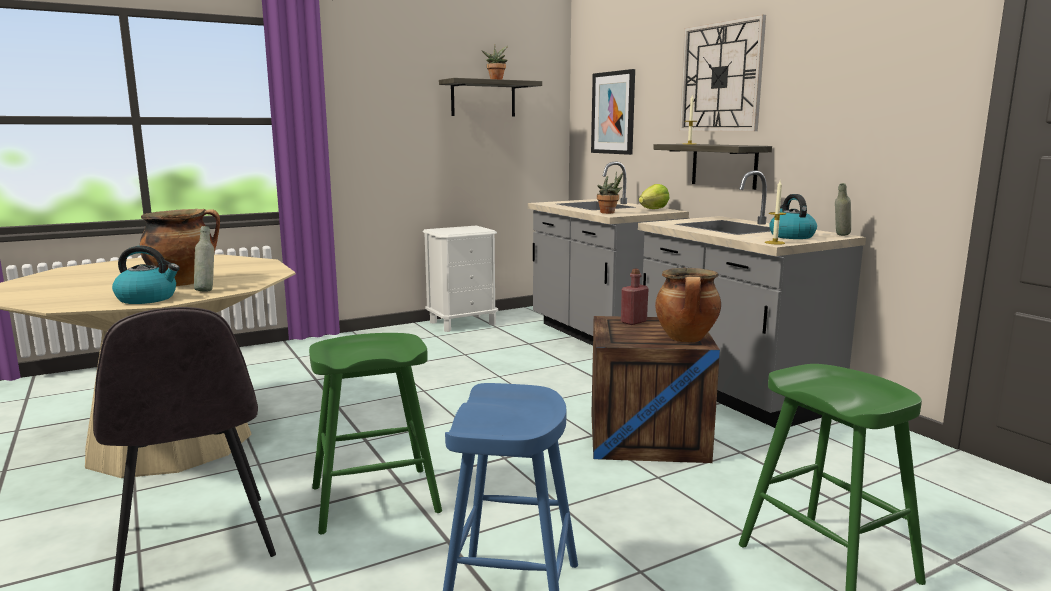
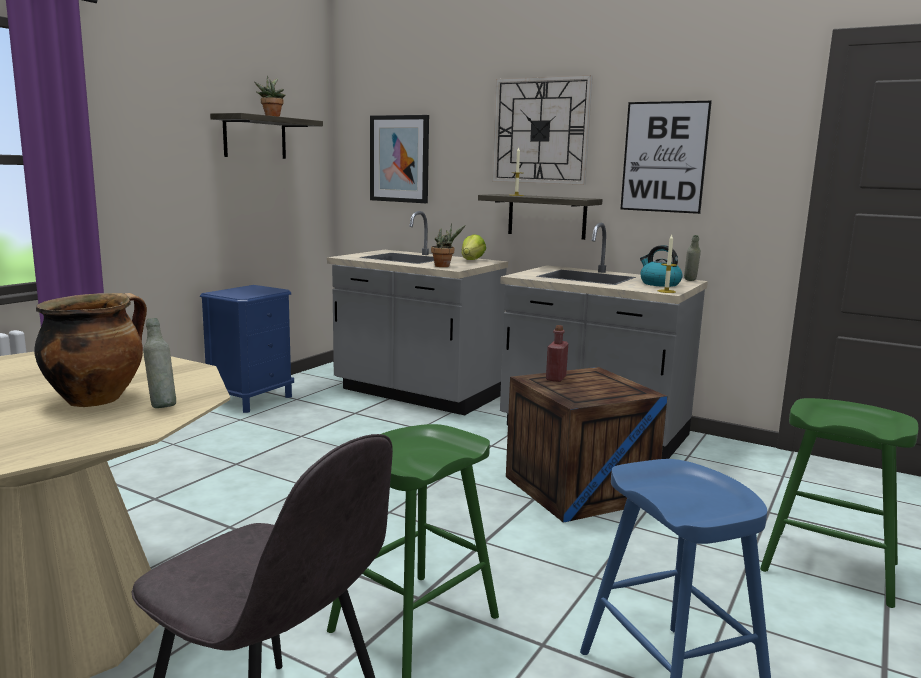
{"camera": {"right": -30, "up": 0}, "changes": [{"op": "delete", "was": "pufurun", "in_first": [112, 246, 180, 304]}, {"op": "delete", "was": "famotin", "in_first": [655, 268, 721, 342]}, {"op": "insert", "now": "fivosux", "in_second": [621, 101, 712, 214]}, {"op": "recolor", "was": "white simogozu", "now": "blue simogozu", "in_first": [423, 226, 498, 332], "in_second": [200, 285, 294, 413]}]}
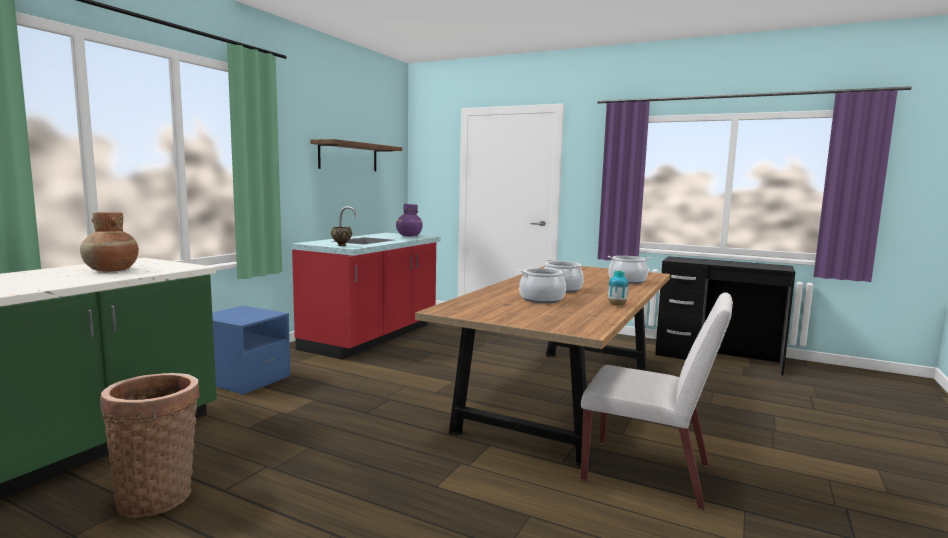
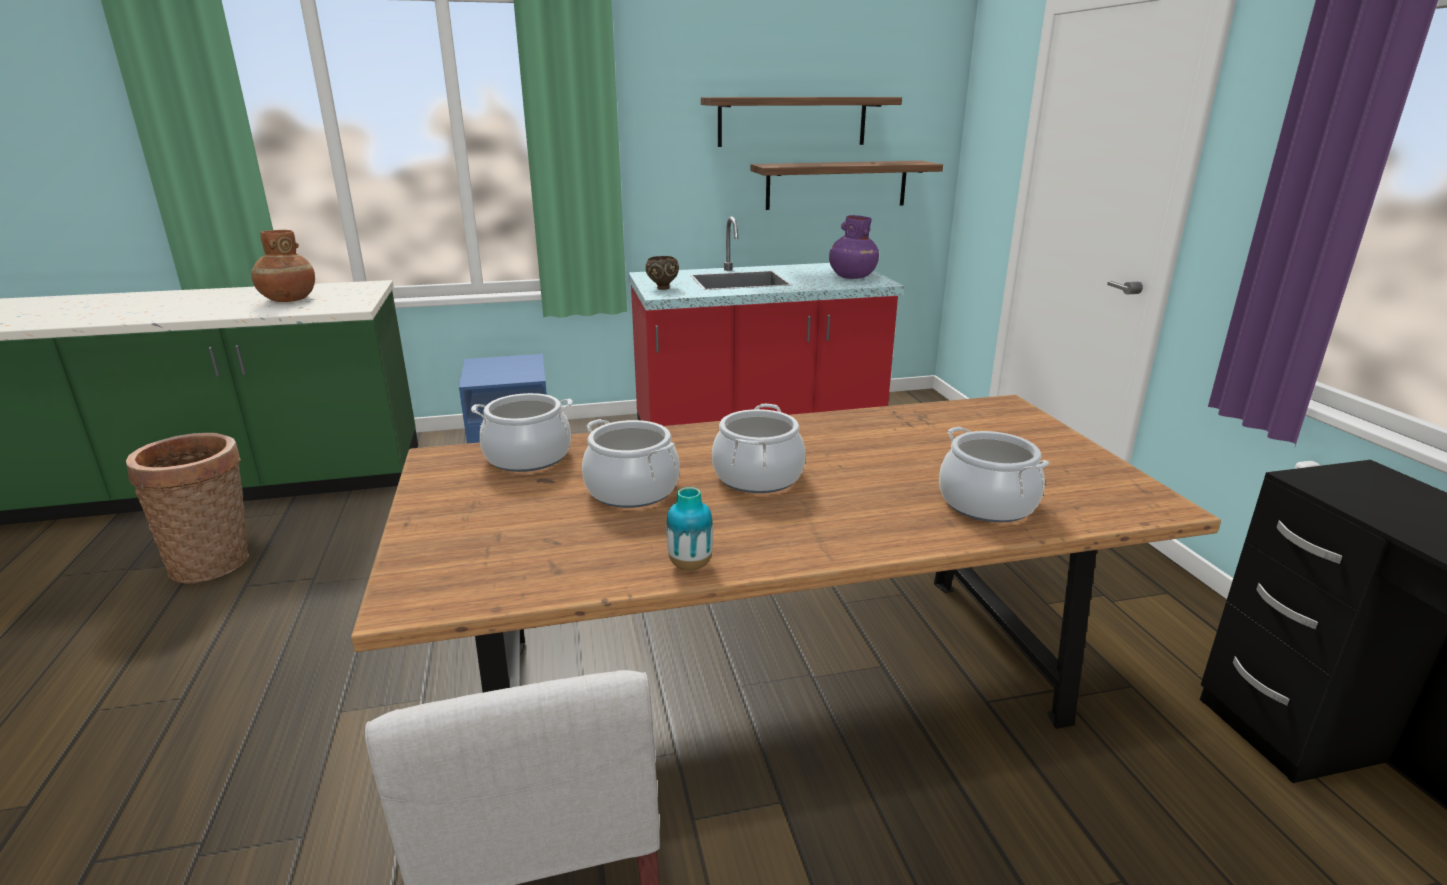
{"camera": {"right": 50, "up": 15}, "changes": [{"op": "insert", "now": "famotin", "in_second": [471, 393, 573, 472]}, {"op": "insert", "now": "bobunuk", "in_second": [751, 161, 943, 210]}]}
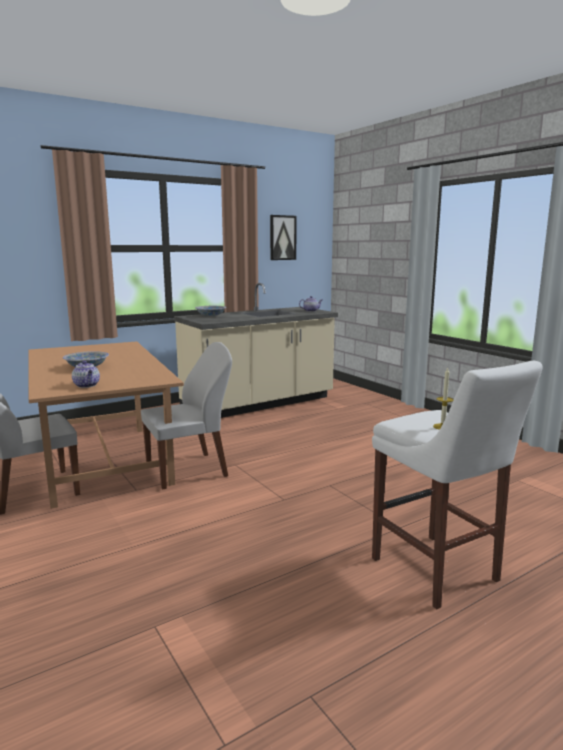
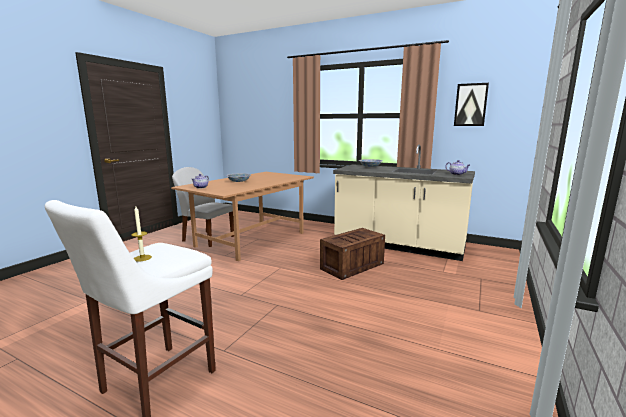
{"camera": {"right": 60, "up": 0}, "changes": [{"op": "delete", "was": "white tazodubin", "in_first": [141, 342, 232, 490]}, {"op": "insert", "now": "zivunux", "in_second": [320, 228, 385, 280]}]}
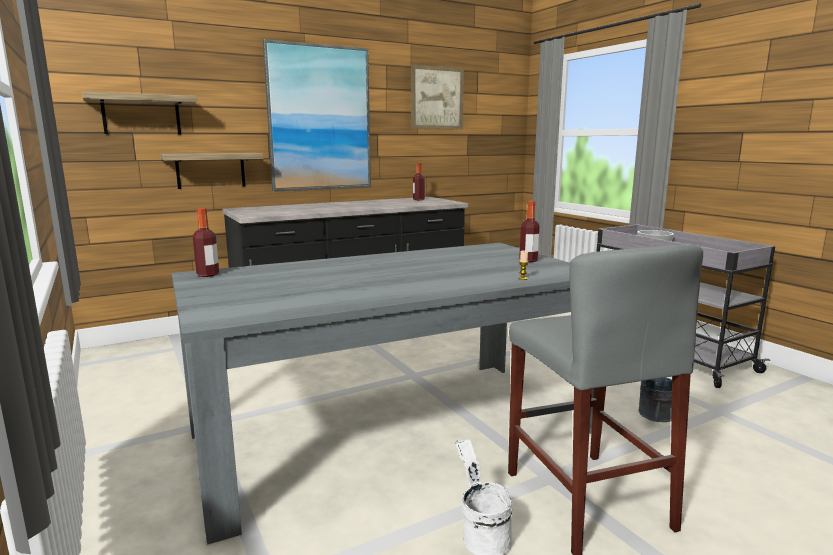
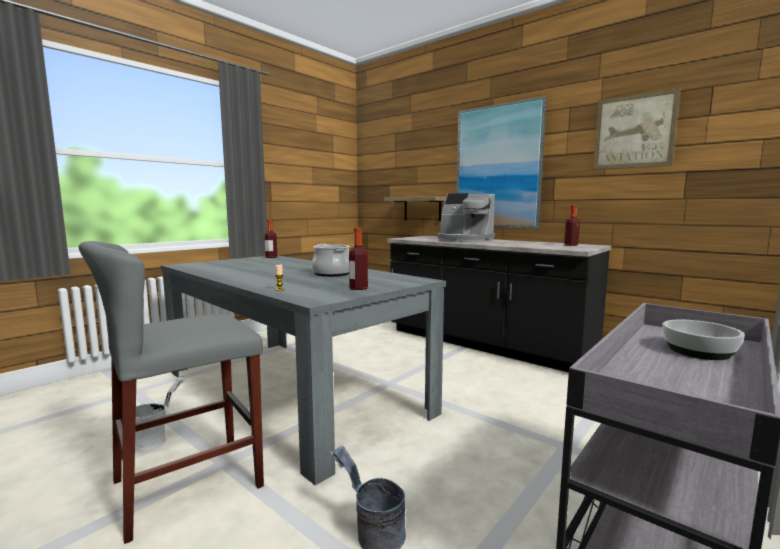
{"camera": {"right": 70, "up": -5}, "changes": [{"op": "delete", "was": "bobunuk", "in_first": [82, 92, 197, 134]}, {"op": "insert", "now": "famotin", "in_second": [311, 244, 350, 277]}, {"op": "insert", "now": "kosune", "in_second": [437, 193, 495, 243]}]}
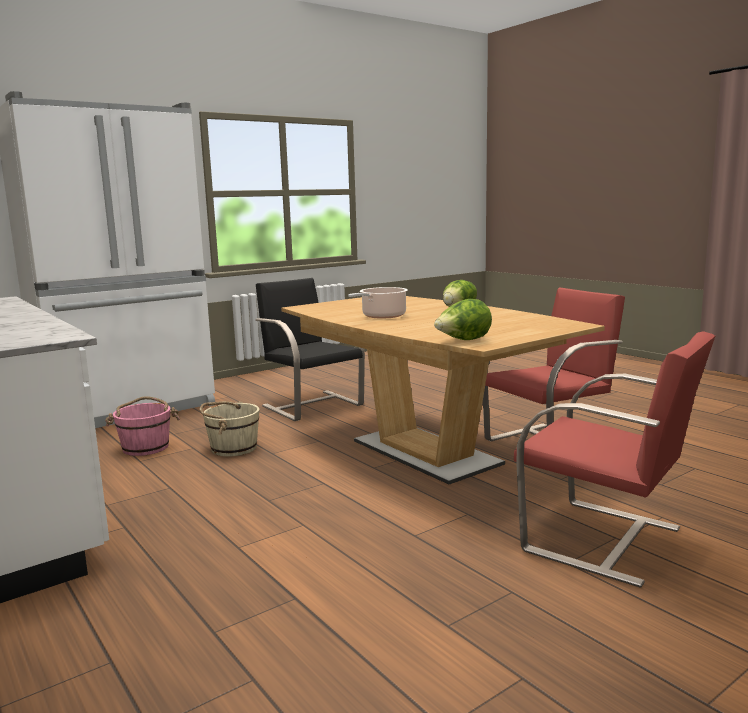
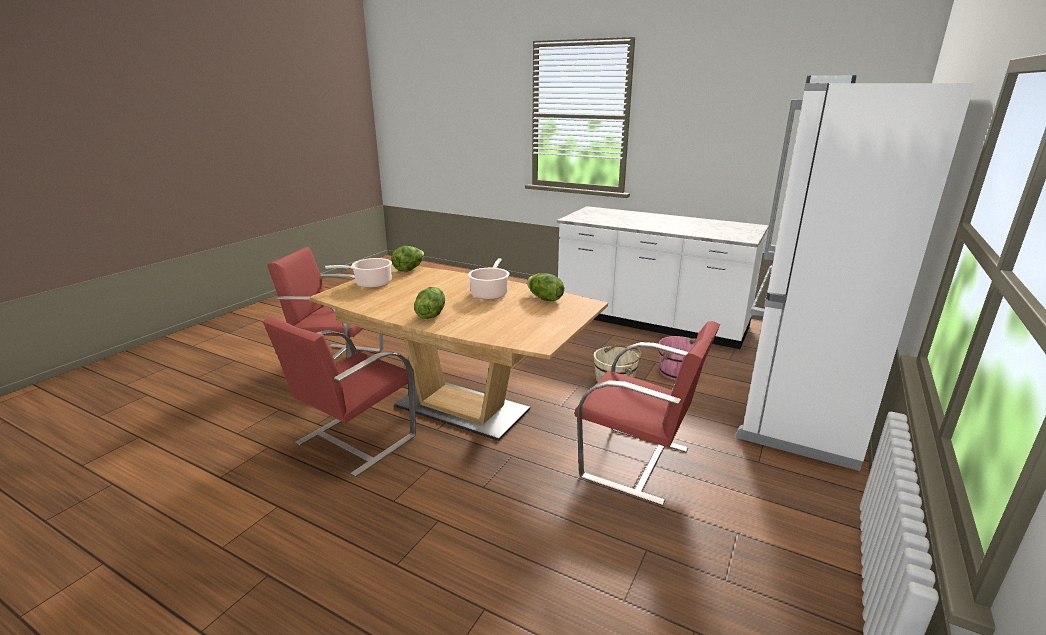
{"camera": {"right": 155, "up": 10}, "changes": [{"op": "insert", "now": "famotin", "in_second": [325, 258, 392, 288]}, {"op": "insert", "now": "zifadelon", "in_second": [527, 273, 564, 301]}, {"op": "recolor", "was": "black tazodubin", "now": "red tazodubin", "in_first": [255, 278, 365, 421], "in_second": [575, 321, 720, 506]}]}
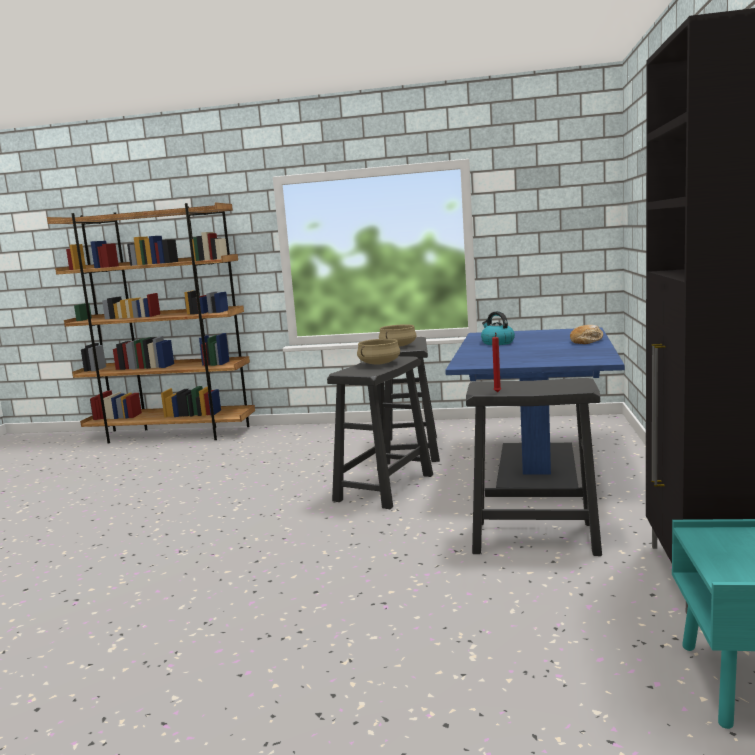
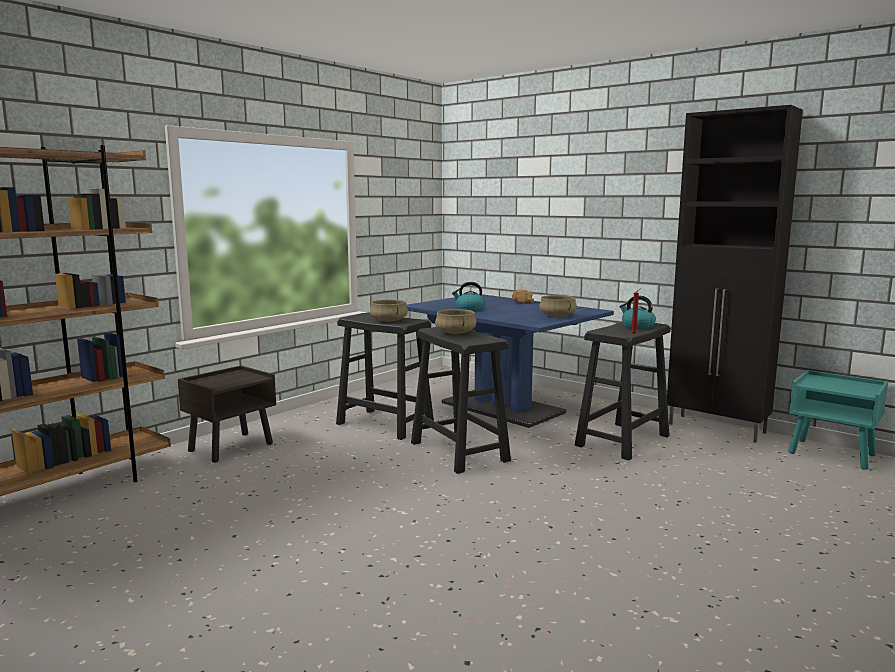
{"camera": {"right": -60, "up": 0}, "changes": [{"op": "insert", "now": "brown simogozu", "in_second": [178, 366, 276, 463]}, {"op": "insert", "now": "beige famotin", "in_second": [539, 295, 577, 317]}, {"op": "insert", "now": "pufurun", "in_second": [619, 296, 656, 329]}]}
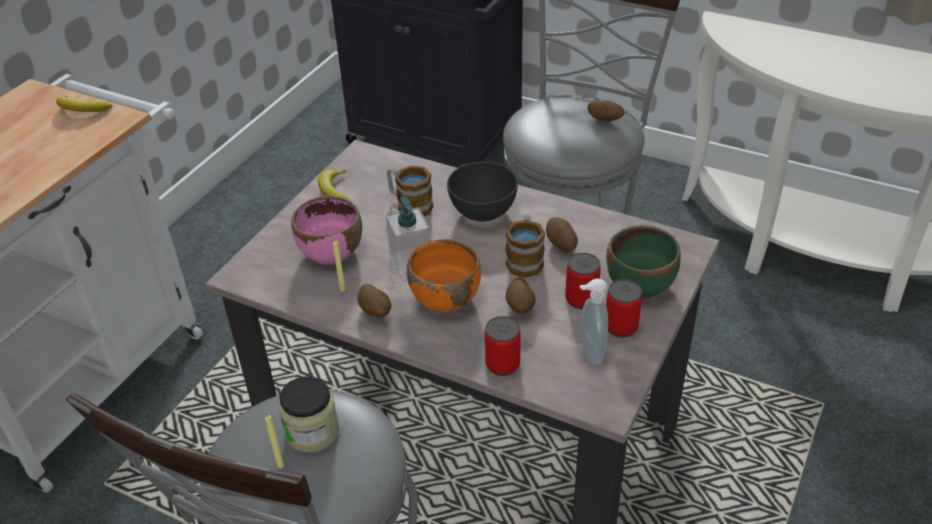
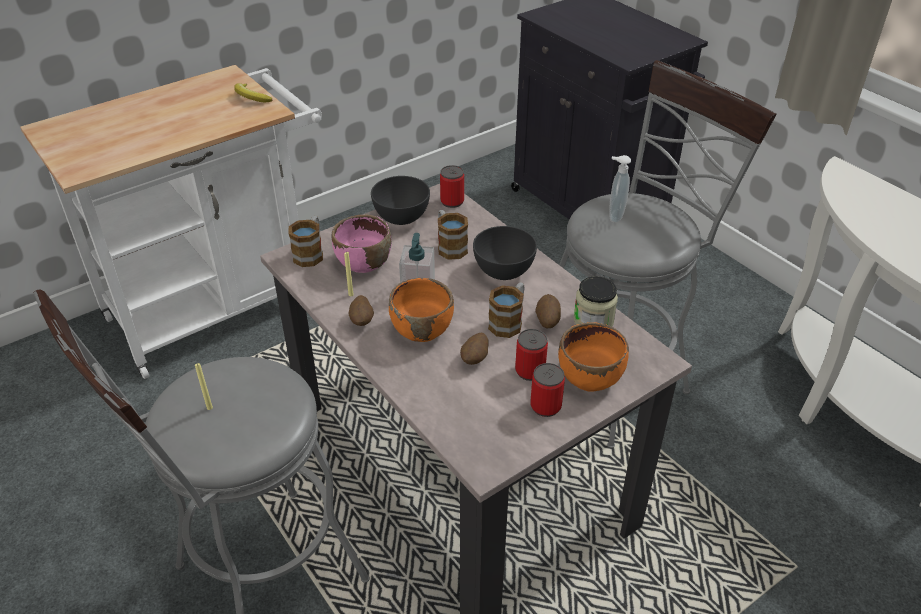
{"camera": {"right": 25, "up": 0}, "changes": [{"op": "delete", "was": "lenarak", "in_first": [588, 100, 625, 122]}, {"op": "insert", "now": "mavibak", "in_second": [288, 216, 323, 267]}, {"op": "move", "was": "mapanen", "in_first": [279, 376, 339, 453], "in_second": [573, 276, 618, 327]}, {"op": "move", "was": "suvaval", "in_first": [485, 316, 521, 376], "in_second": [440, 165, 464, 208]}, {"op": "move", "was": "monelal", "in_first": [579, 279, 608, 365], "in_second": [609, 155, 631, 223]}, {"op": "replace", "was": "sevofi", "now": "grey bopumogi", "in_first": [318, 169, 352, 202], "in_second": [371, 176, 430, 225]}, {"op": "recolor", "was": "green bopumogi", "now": "orange bopumogi", "in_first": [606, 225, 681, 298], "in_second": [558, 322, 629, 392]}]}
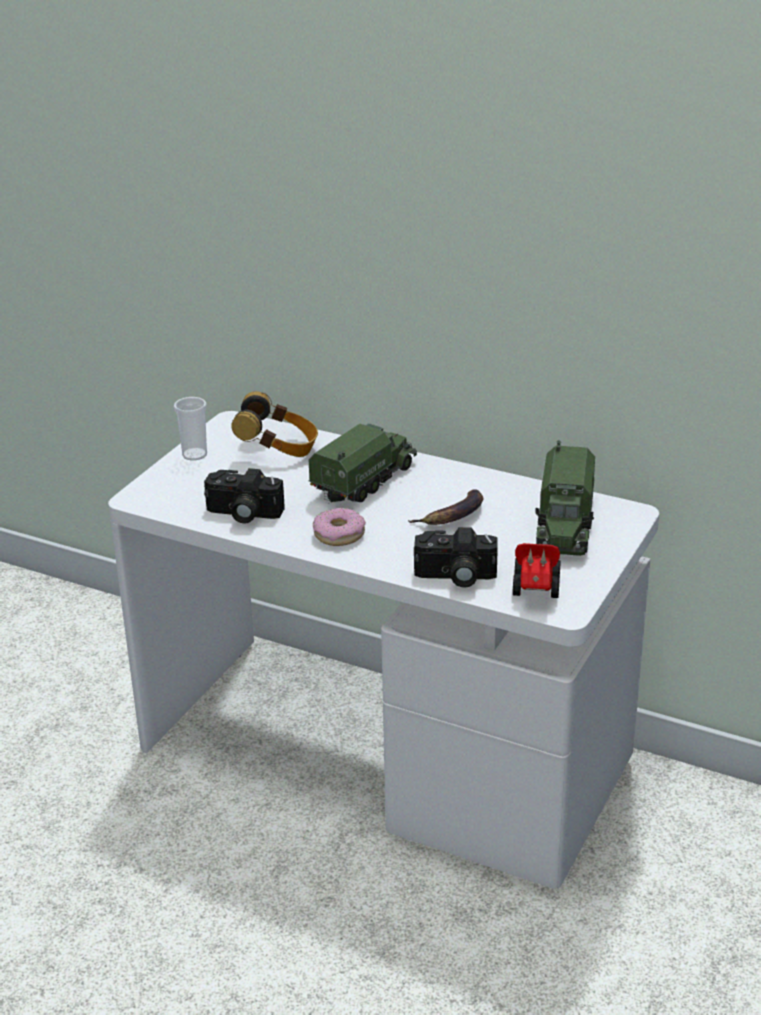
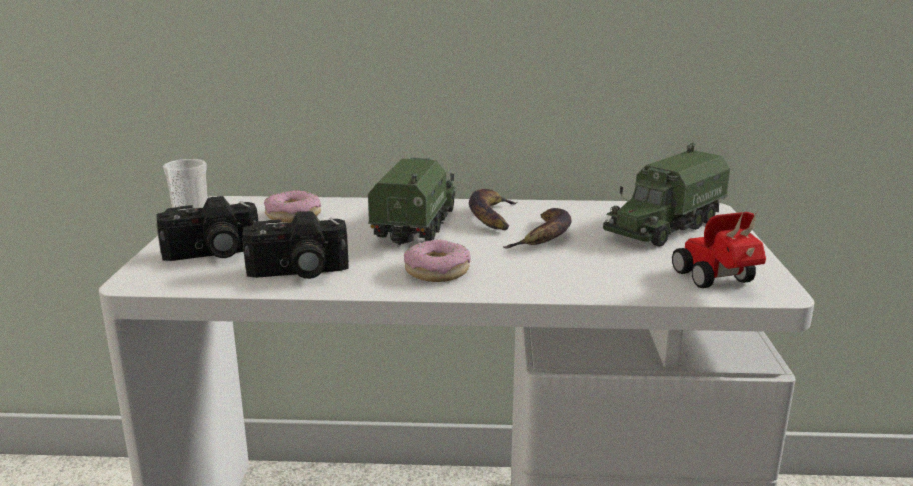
{"camera": {"right": -25, "up": -10}, "changes": [{"op": "insert", "now": "sevofi", "in_second": [469, 189, 517, 231]}, {"op": "move", "was": "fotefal", "in_first": [414, 527, 498, 588], "in_second": [156, 196, 258, 261]}, {"op": "replace", "was": "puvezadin", "now": "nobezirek", "in_first": [231, 391, 318, 457], "in_second": [264, 190, 321, 223]}, {"op": "rotate", "was": "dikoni", "in_first": [535, 440, 595, 556], "in_second": [603, 142, 730, 247], "clockwise": 60}]}
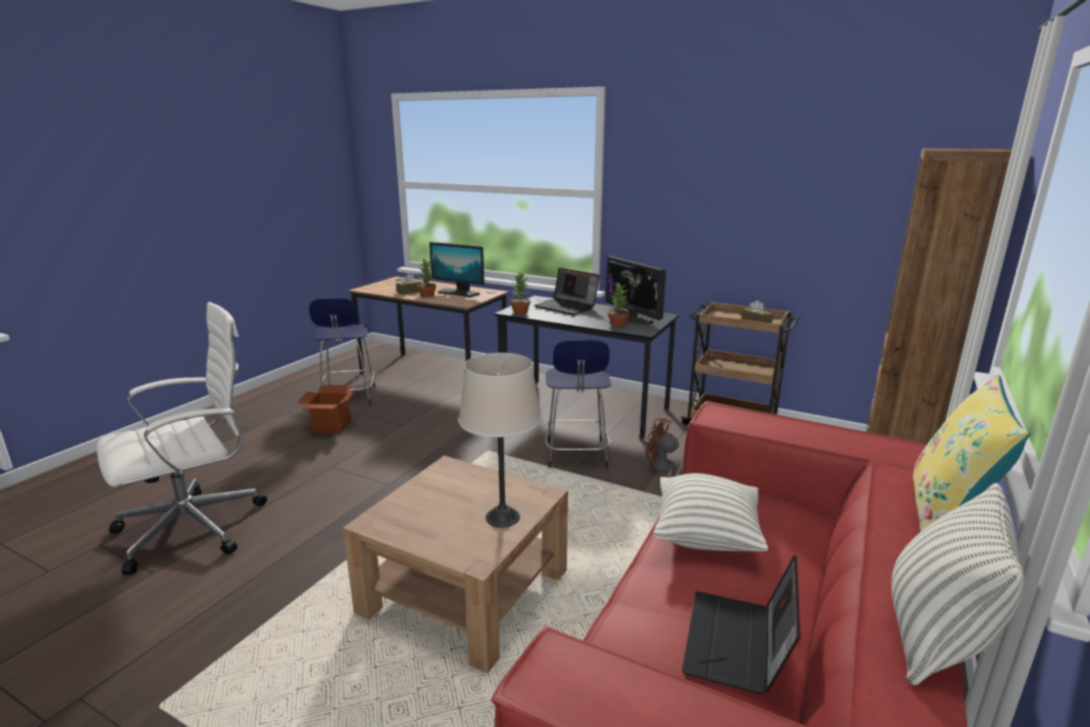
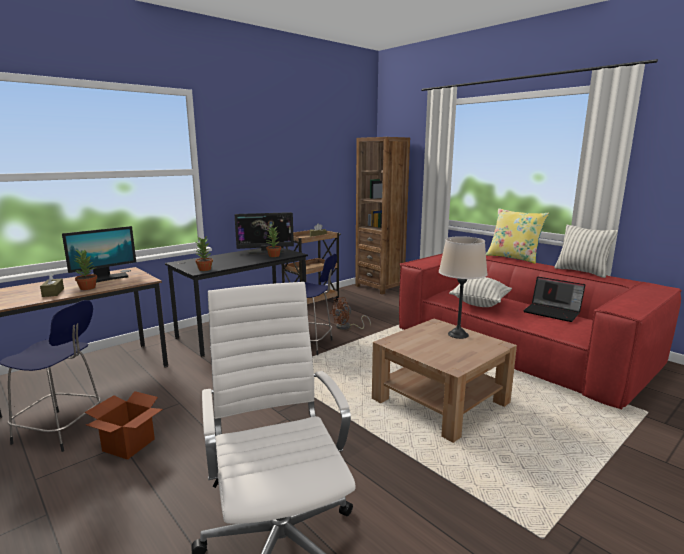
{"camera": {"right": -70, "up": -5}, "changes": [{"op": "delete", "was": "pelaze", "in_first": [534, 268, 599, 315]}]}
